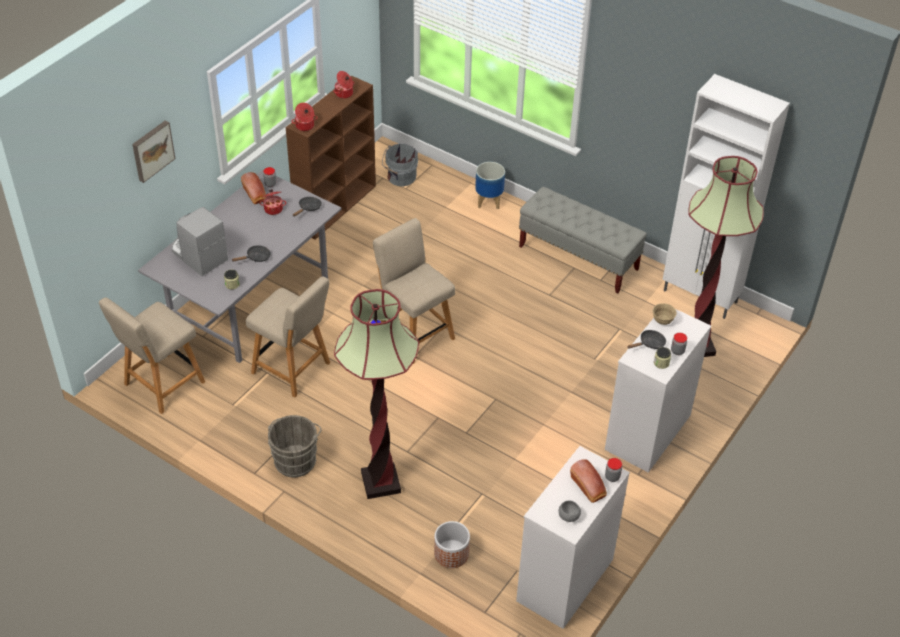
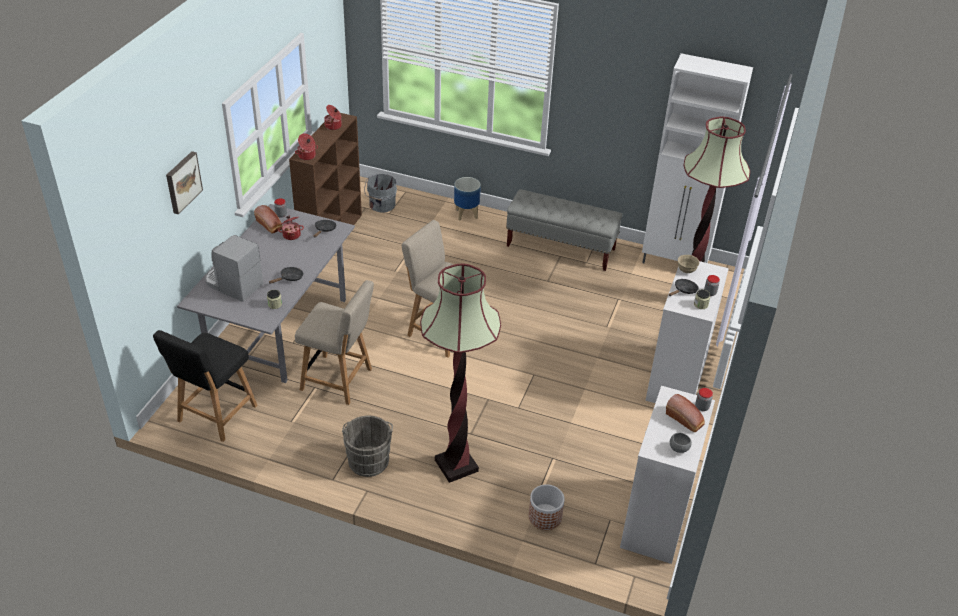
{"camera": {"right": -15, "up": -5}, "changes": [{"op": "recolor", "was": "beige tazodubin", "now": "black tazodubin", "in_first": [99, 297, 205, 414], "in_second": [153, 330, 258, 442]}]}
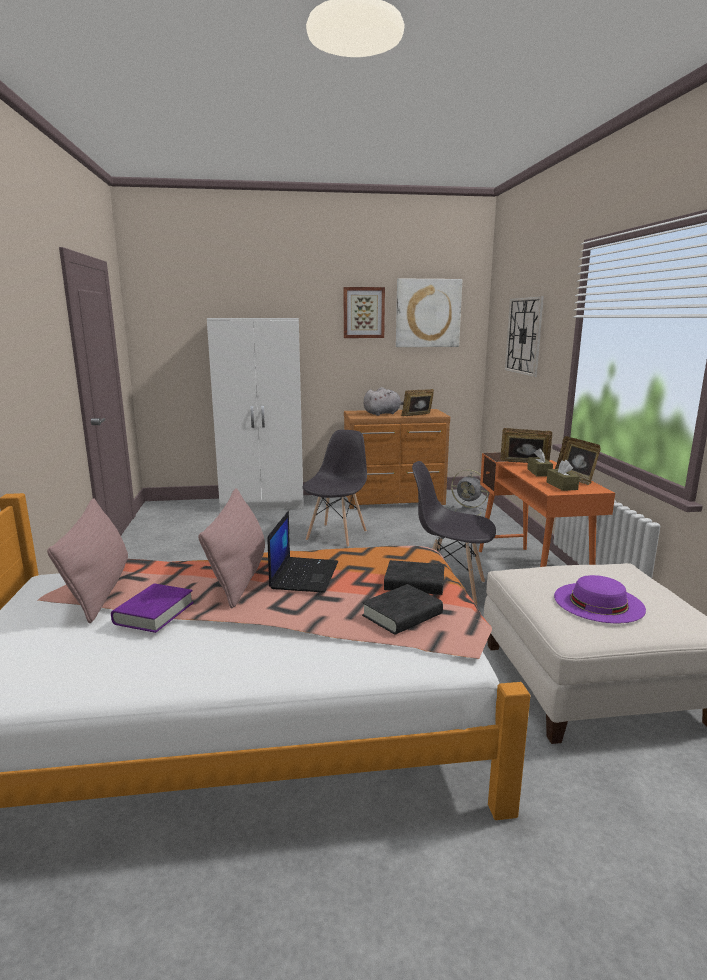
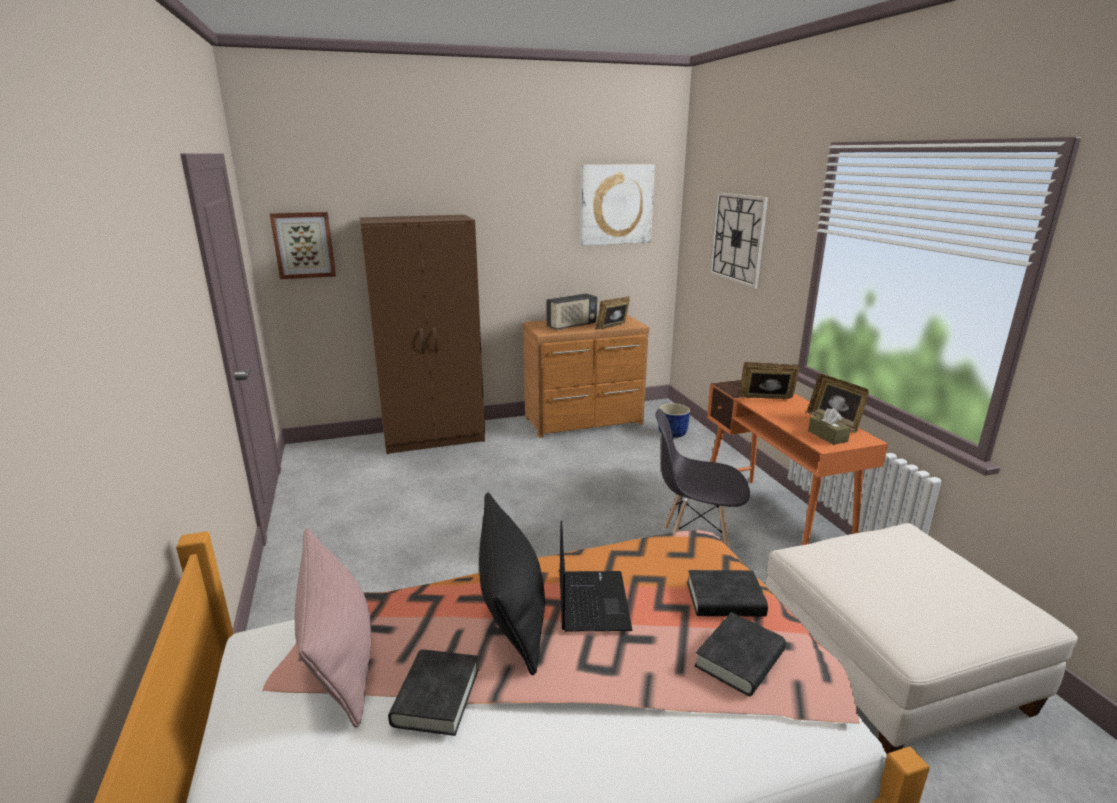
{"camera": {"right": -10, "up": 5}, "changes": [{"op": "delete", "was": "grey tazodubin", "in_first": [302, 430, 367, 547]}, {"op": "delete", "was": "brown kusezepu", "in_first": [527, 448, 553, 477]}, {"op": "delete", "was": "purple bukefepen", "in_first": [554, 575, 646, 623]}, {"op": "move", "was": "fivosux", "in_first": [344, 287, 385, 338], "in_second": [270, 212, 336, 279]}, {"op": "replace", "was": "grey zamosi", "now": "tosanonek", "in_first": [364, 387, 404, 416], "in_second": [547, 294, 597, 330]}, {"op": "replace", "was": "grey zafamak", "now": "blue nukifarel", "in_first": [449, 470, 488, 517], "in_second": [658, 403, 690, 438]}, {"op": "recolor", "was": "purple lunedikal", "now": "black lunedikal", "in_first": [111, 584, 194, 633], "in_second": [388, 649, 478, 736]}, {"op": "recolor", "was": "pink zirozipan", "now": "black zirozipan", "in_first": [198, 488, 265, 608], "in_second": [479, 493, 545, 675]}, {"op": "recolor", "was": "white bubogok", "now": "brown bubogok", "in_first": [207, 318, 304, 512], "in_second": [360, 215, 485, 454]}]}
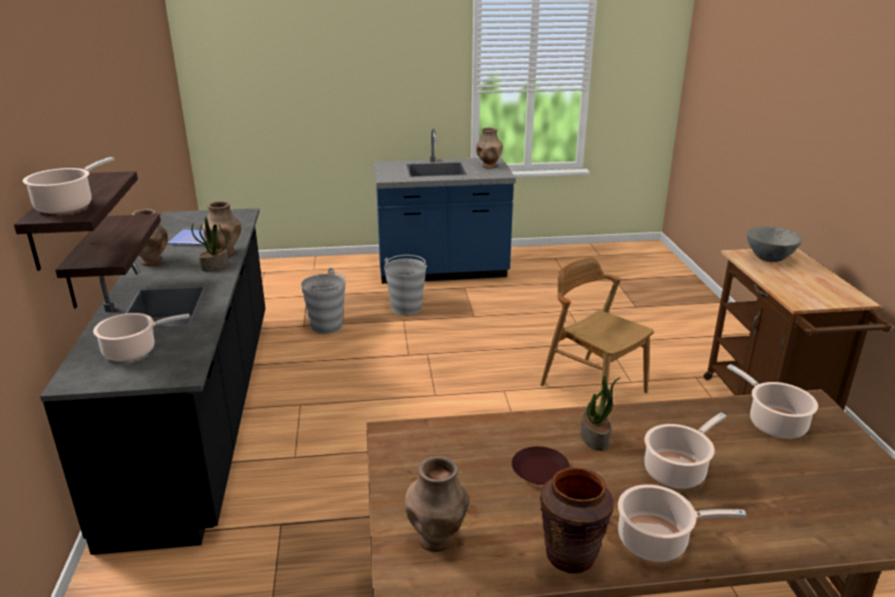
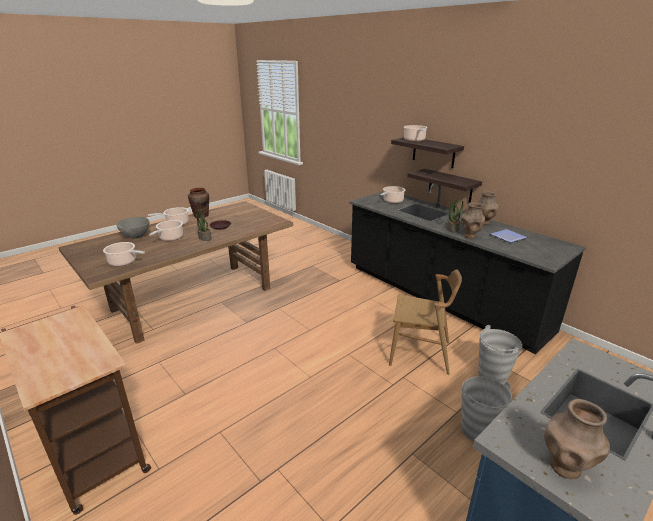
{"camera": {"right": 145, "up": 0}, "changes": [{"op": "delete", "was": "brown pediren", "in_first": [405, 456, 469, 552]}, {"op": "move", "was": "brown tazodubin", "in_first": [540, 258, 654, 398], "in_second": [389, 269, 462, 375]}, {"op": "move", "was": "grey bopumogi", "in_first": [747, 227, 802, 262], "in_second": [116, 217, 150, 238]}]}
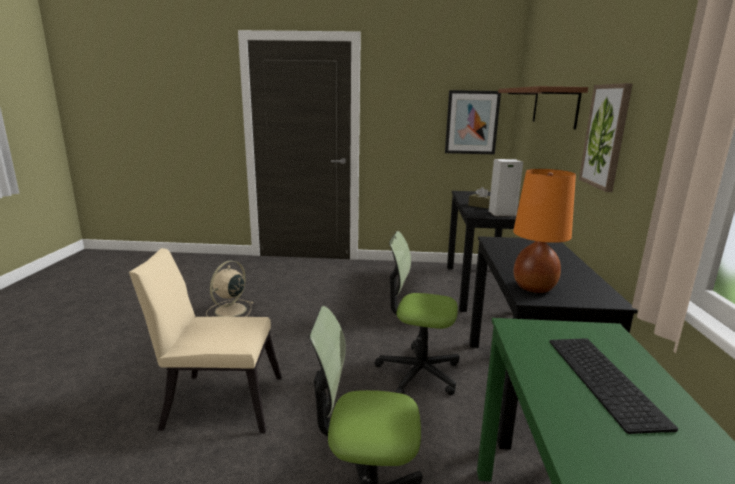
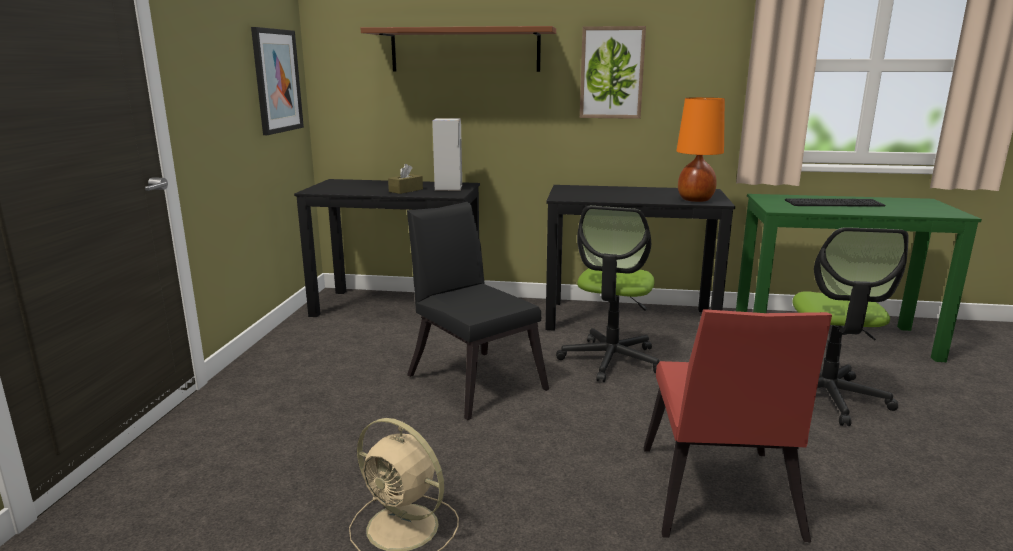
{"camera": {"right": -85, "up": 0}, "changes": [{"op": "insert", "now": "black tazodubin", "in_second": [407, 202, 549, 420]}, {"op": "recolor", "was": "beige tazodubin", "now": "red tazodubin", "in_first": [129, 248, 282, 433], "in_second": [644, 309, 832, 542]}]}
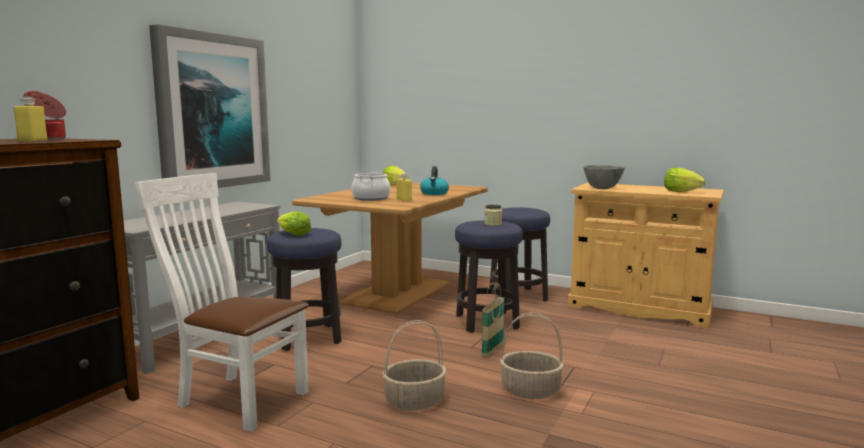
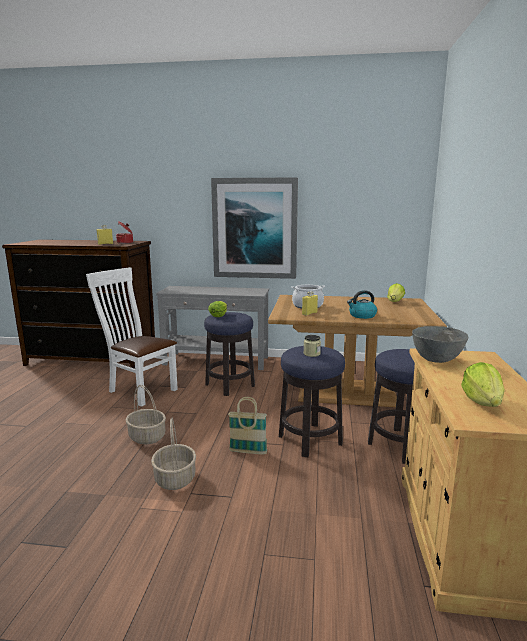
{"camera": {"right": 70, "up": 5}, "changes": [{"op": "rotate", "was": "white tazodubin", "in_first": [135, 173, 309, 431], "in_second": [86, 267, 178, 407], "clockwise": -60}]}
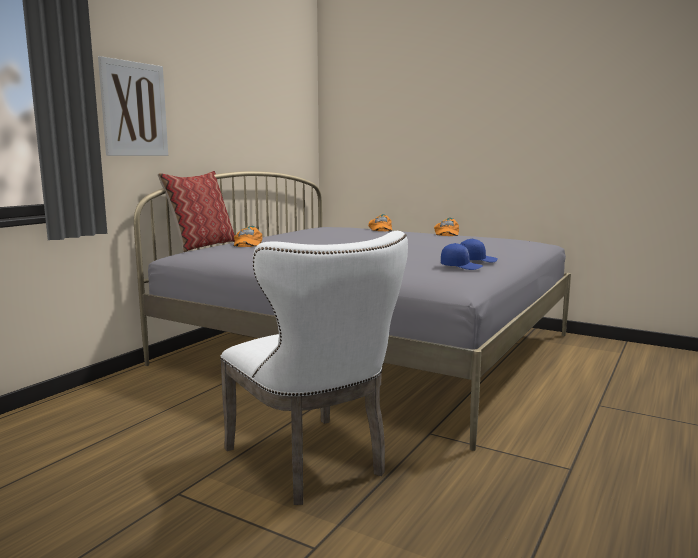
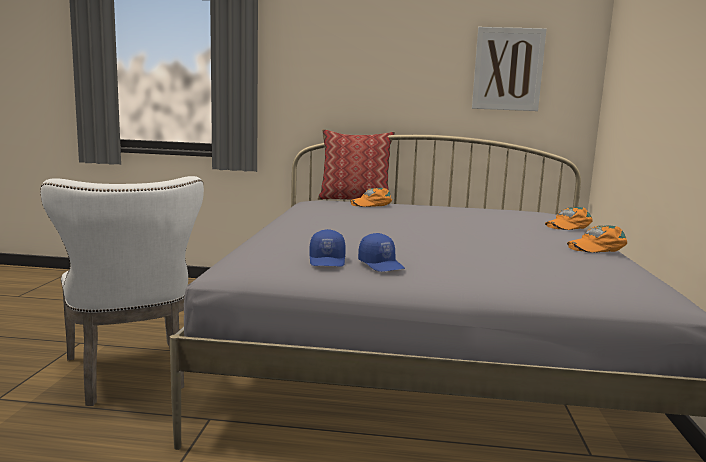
{"camera": {"right": 65, "up": 0}, "changes": [{"op": "move", "was": "fivosux", "in_first": [98, 56, 168, 156], "in_second": [472, 27, 547, 111]}, {"op": "rotate", "was": "white tazodubin", "in_first": [220, 231, 408, 505], "in_second": [40, 176, 204, 406], "clockwise": -60}]}
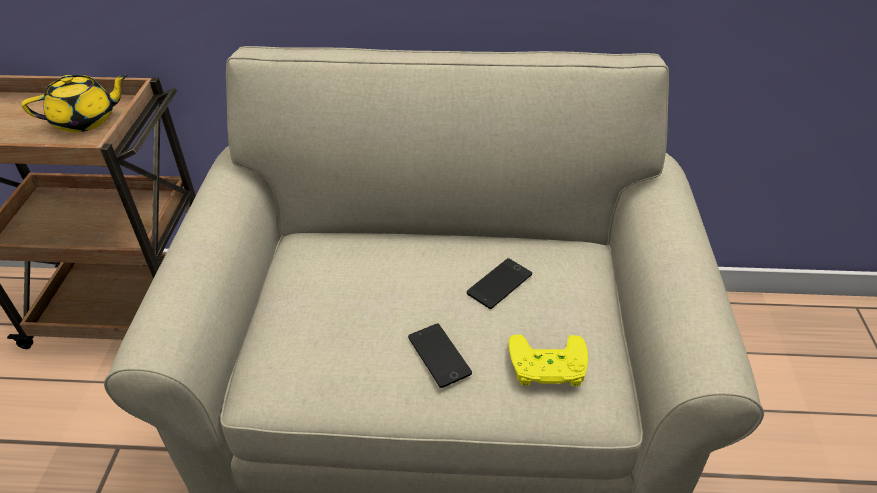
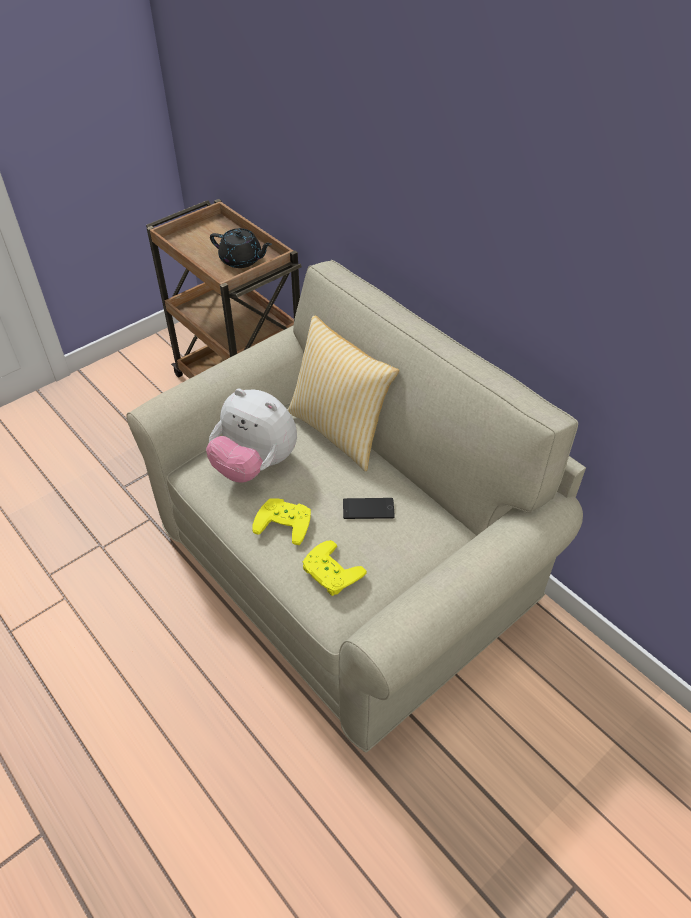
{"camera": {"right": 45, "up": 5}, "changes": [{"op": "insert", "now": "zamosi", "in_second": [206, 388, 297, 483]}, {"op": "insert", "now": "zirozipan", "in_second": [288, 315, 399, 471]}, {"op": "replace", "was": "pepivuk", "now": "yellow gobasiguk", "in_first": [408, 324, 472, 388], "in_second": [252, 499, 311, 545]}, {"op": "recolor", "was": "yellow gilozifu", "now": "black gilozifu", "in_first": [21, 75, 128, 132], "in_second": [210, 228, 272, 268]}]}
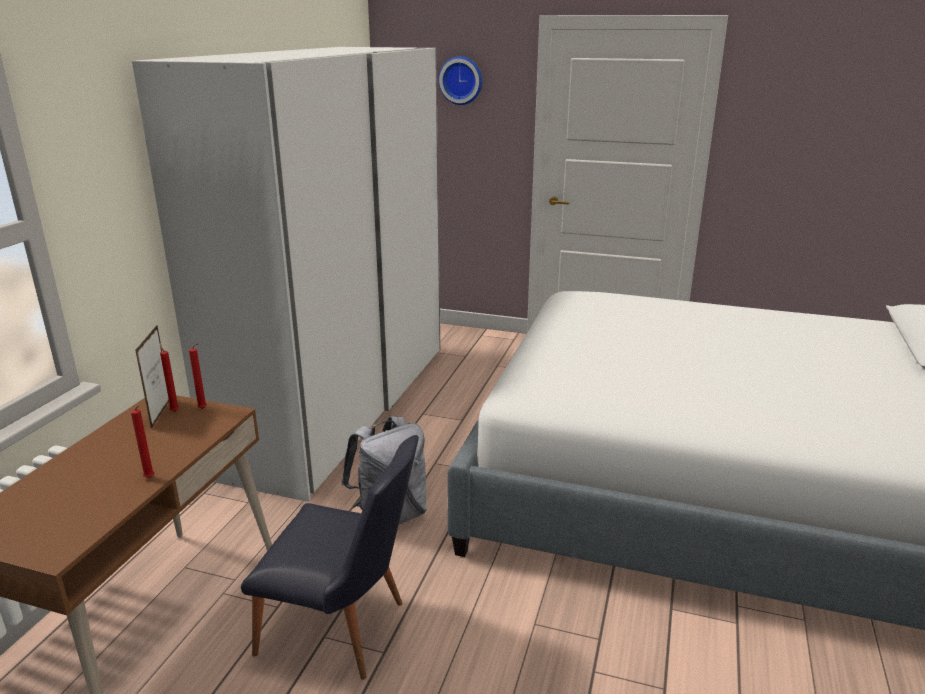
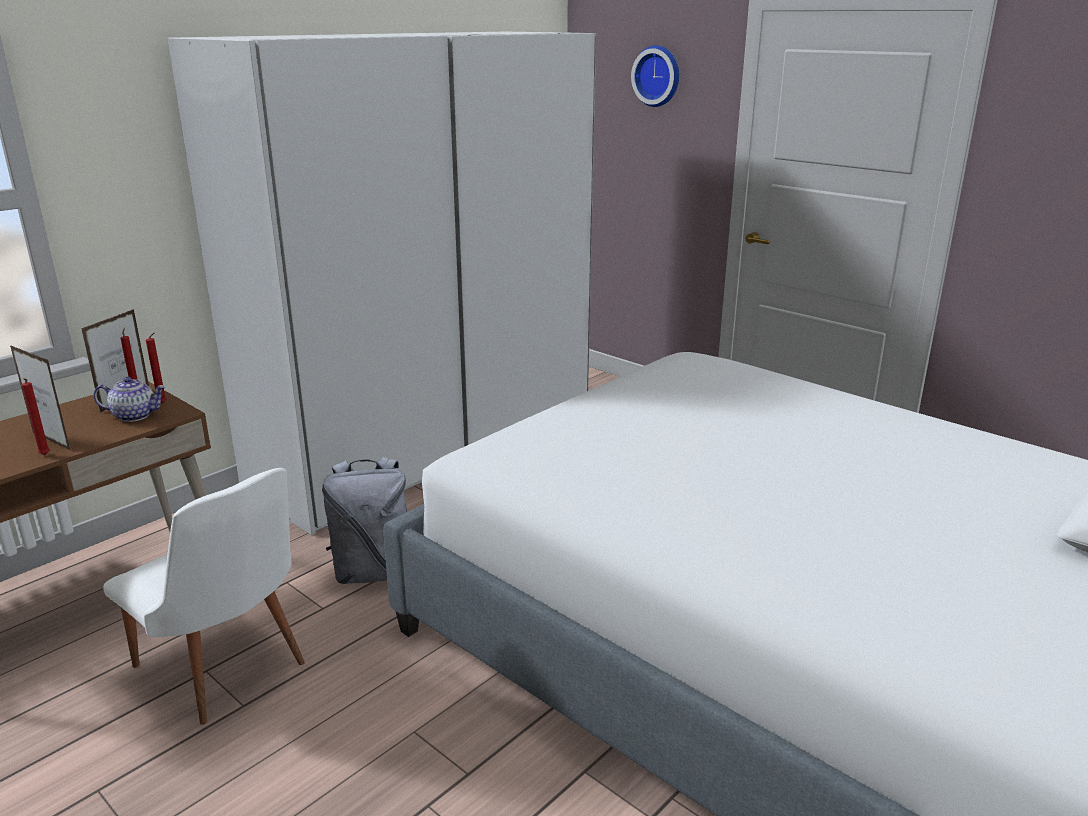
{"camera": {"right": 25, "up": 0}, "changes": [{"op": "insert", "now": "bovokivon", "in_second": [10, 345, 71, 451]}, {"op": "insert", "now": "gilozifu", "in_second": [93, 377, 166, 422]}, {"op": "recolor", "was": "black tazodubin", "now": "white tazodubin", "in_first": [241, 435, 419, 680], "in_second": [103, 468, 305, 725]}]}
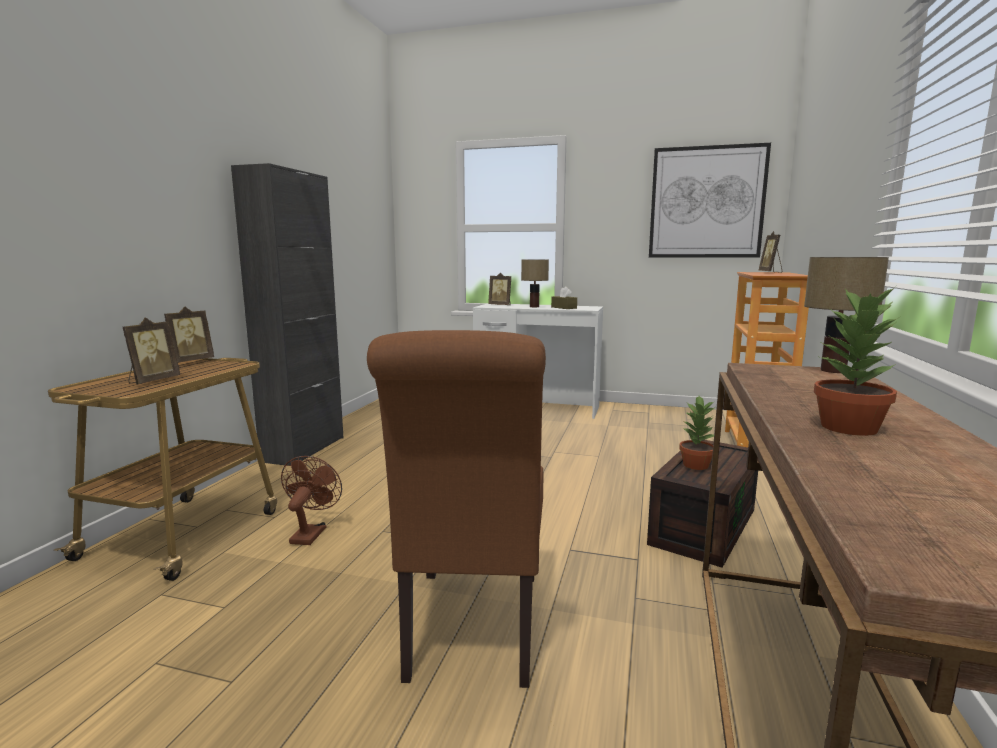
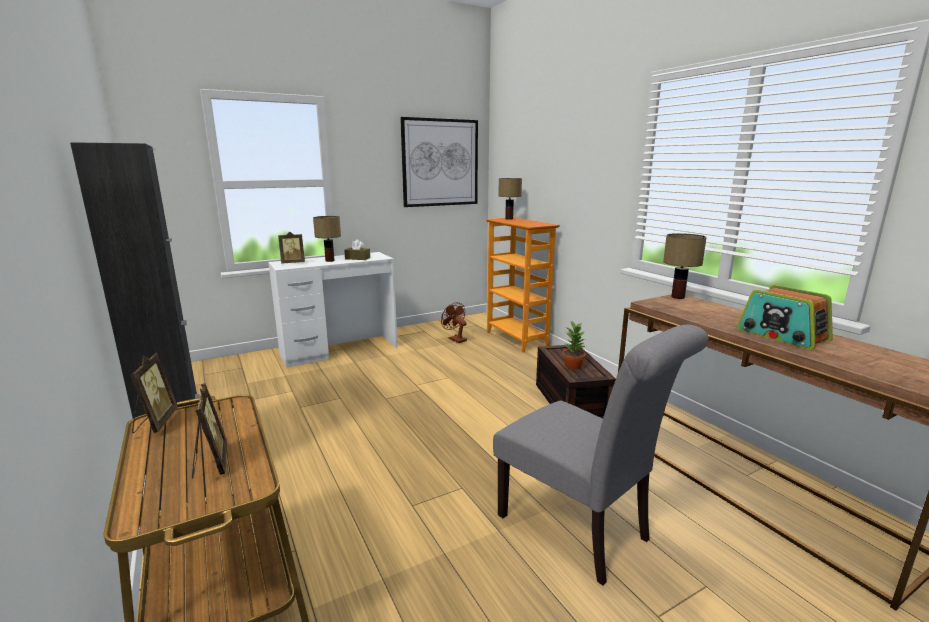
{"camera": {"right": -45, "up": 5}, "changes": [{"op": "move", "was": "brown zafamak", "in_first": [281, 456, 342, 545], "in_second": [441, 302, 467, 343]}, {"op": "replace", "was": "bovokivon", "now": "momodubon", "in_first": [759, 231, 782, 273], "in_second": [498, 178, 522, 220]}, {"op": "replace", "was": "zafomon", "now": "tosanonek", "in_first": [814, 285, 901, 436], "in_second": [737, 285, 833, 350]}, {"op": "recolor", "was": "brown tazodubin", "now": "grey tazodubin", "in_first": [367, 330, 546, 688], "in_second": [493, 325, 709, 586]}]}
